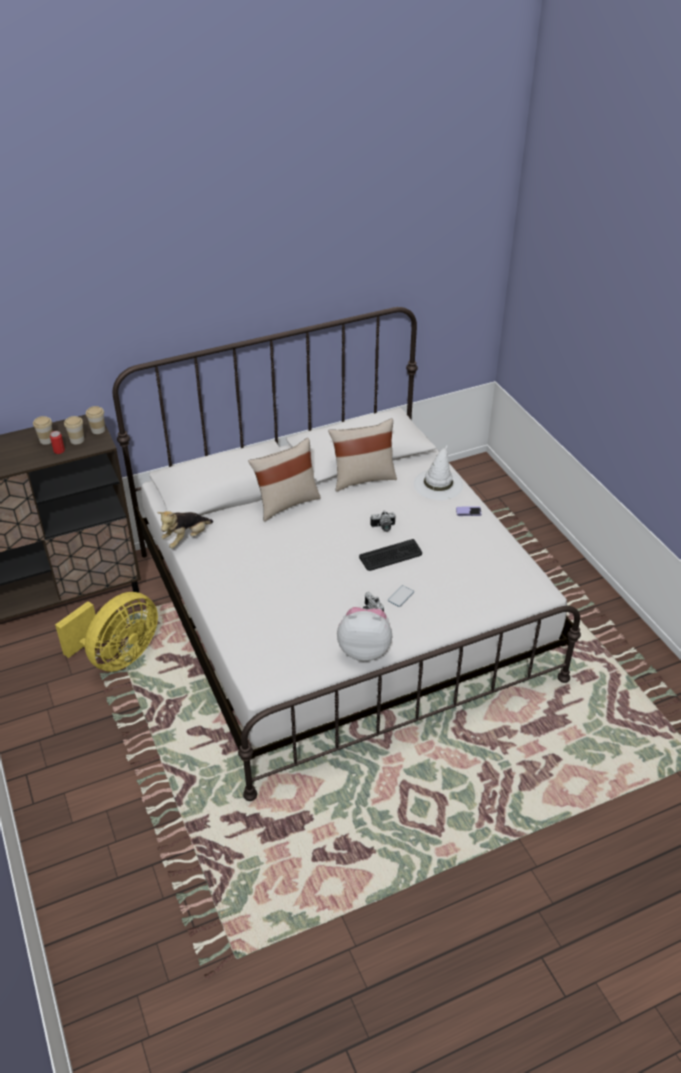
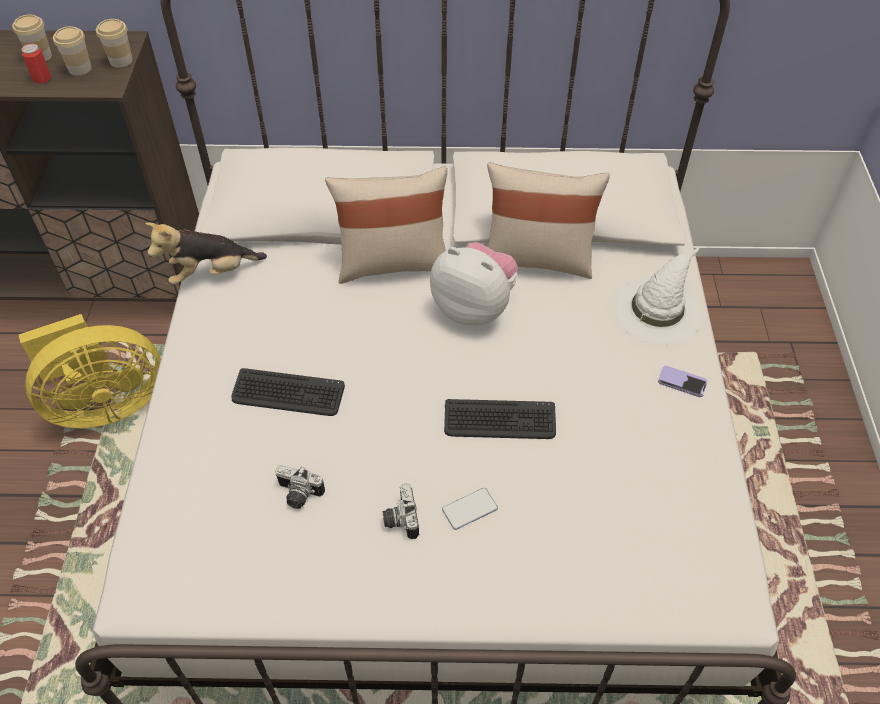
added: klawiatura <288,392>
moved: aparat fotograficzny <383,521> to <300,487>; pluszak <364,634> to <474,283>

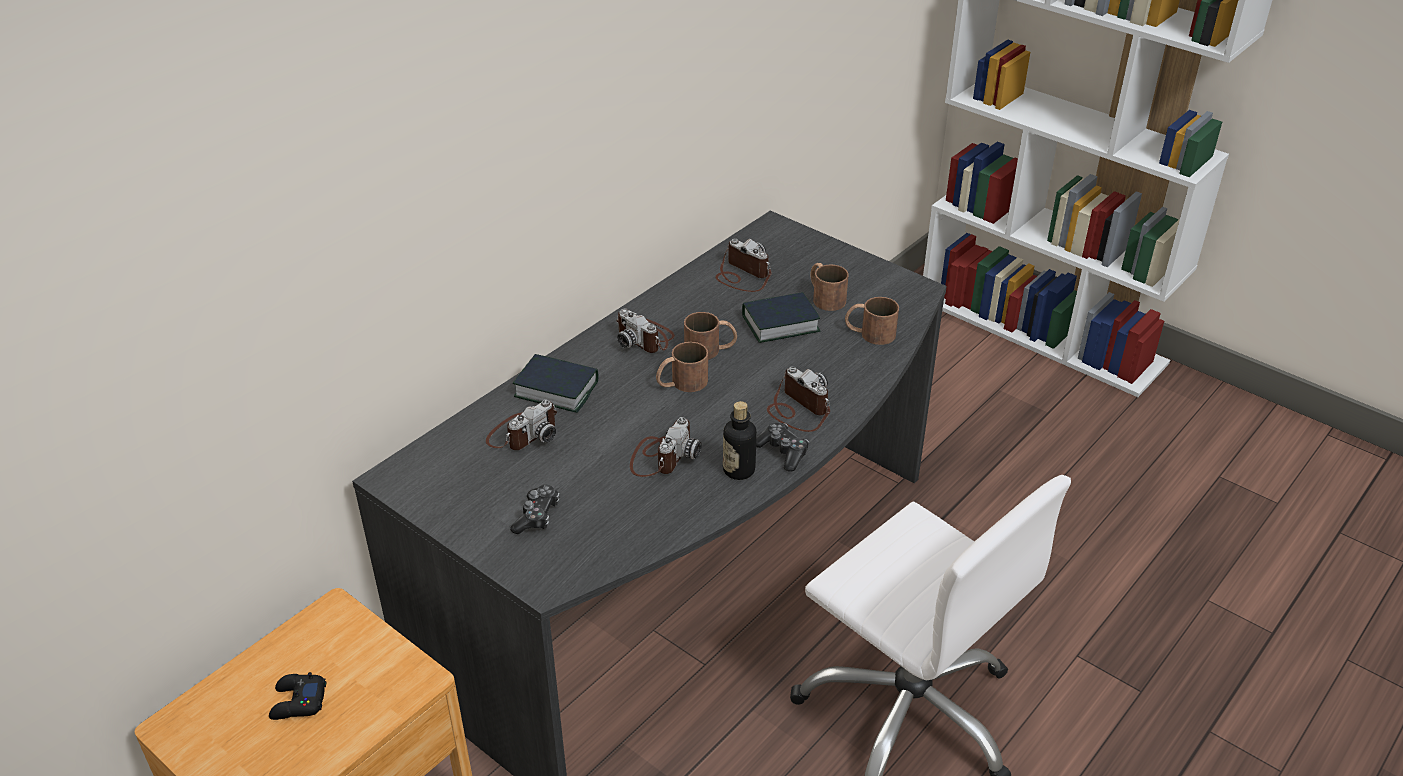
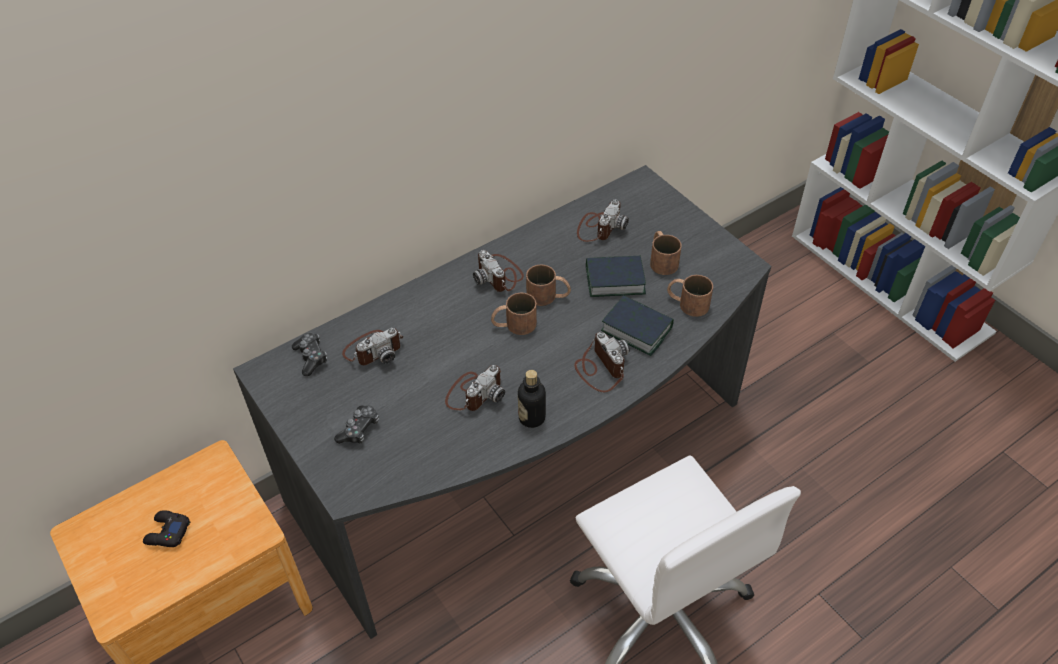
moved: książka <555,383> to <637,325>; pad do gier <782,447> to <309,354>
turned: aparat fotograficzny <743,265> = <603,221> 60 degrees clockwise

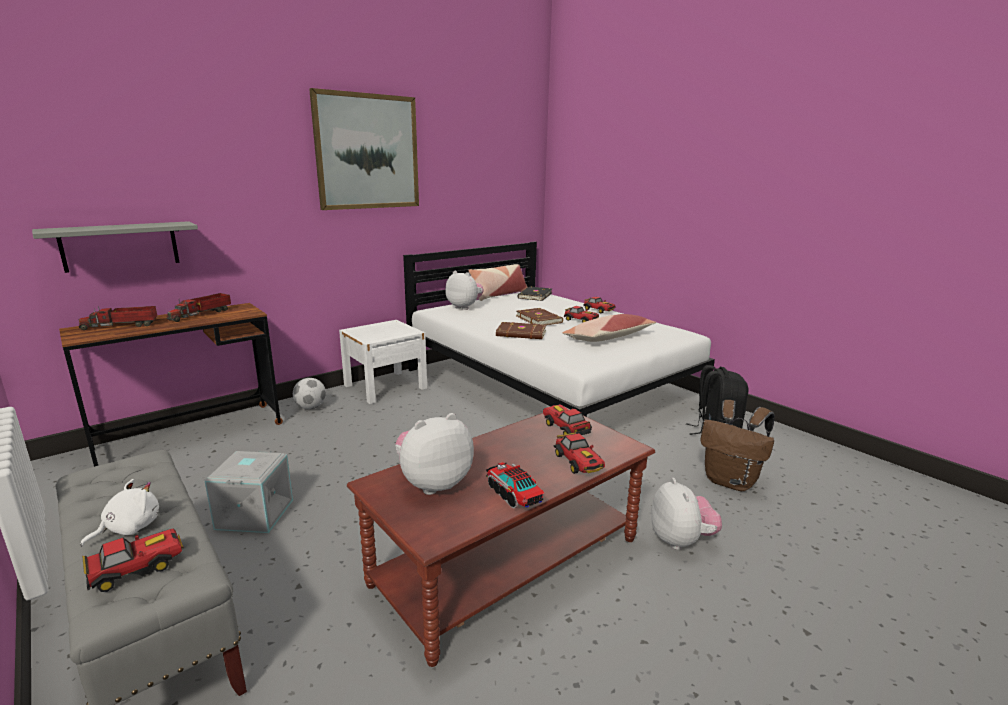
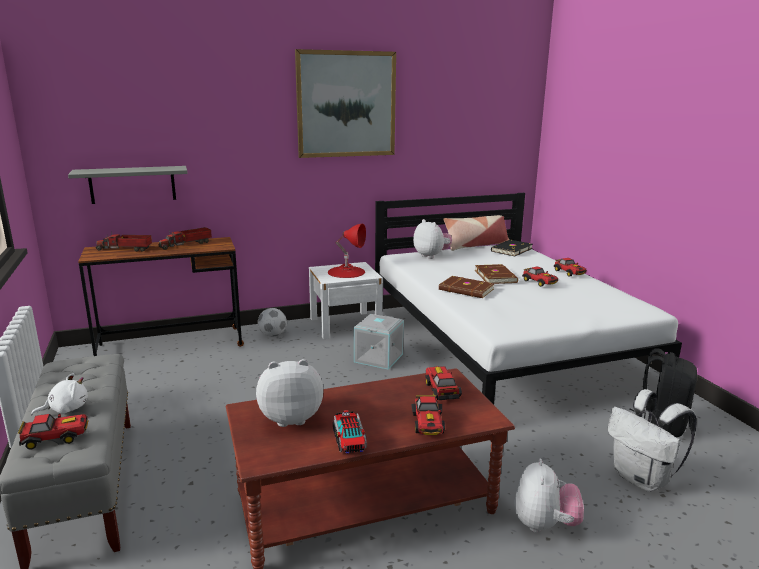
removed: poduszka <609,328>
added: lampa stołowa/czerwony <347,251>
moved: pojemnik do przechowywania/szary <249,491> to <379,342>
recoloured: plecak/brązowy <737,445> to plecak/biały <652,440>

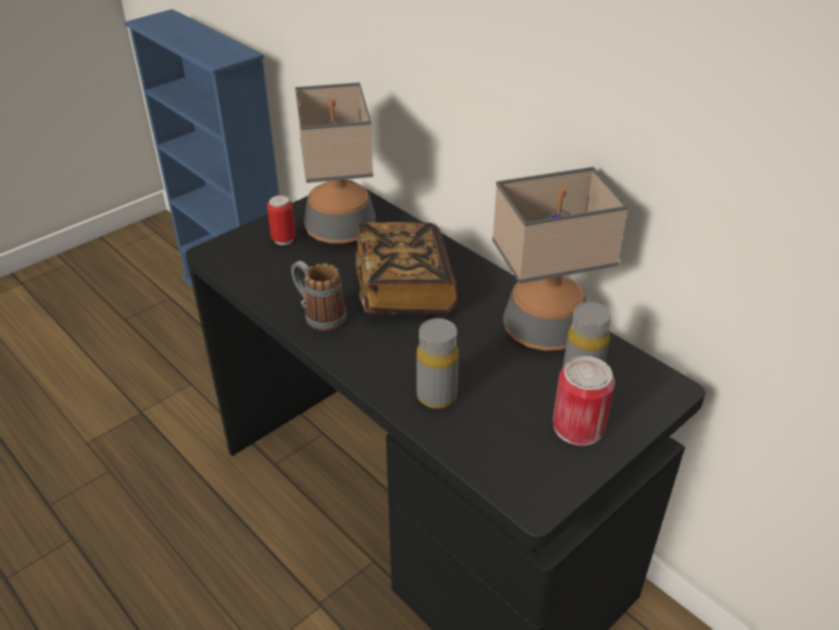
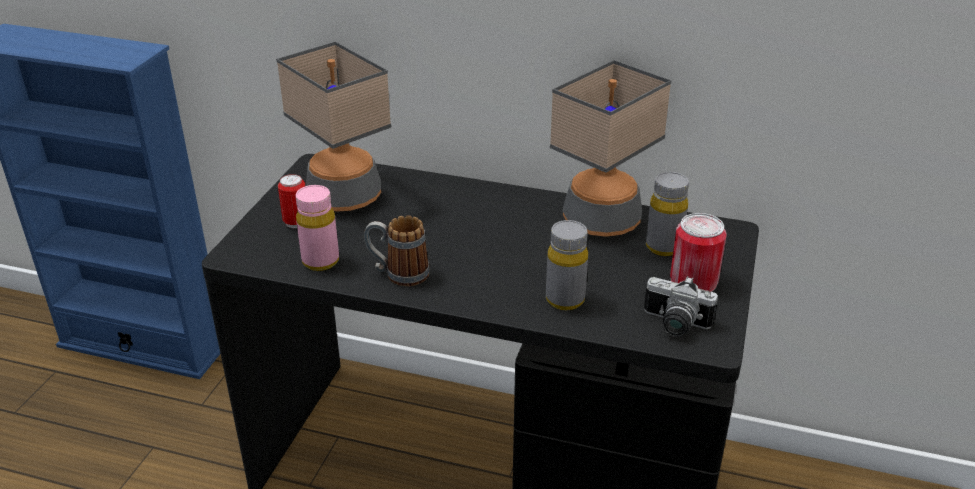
removed: książka <407,269>
added: butelka/różowy <317,228>; aparat fotograficzny <681,306>

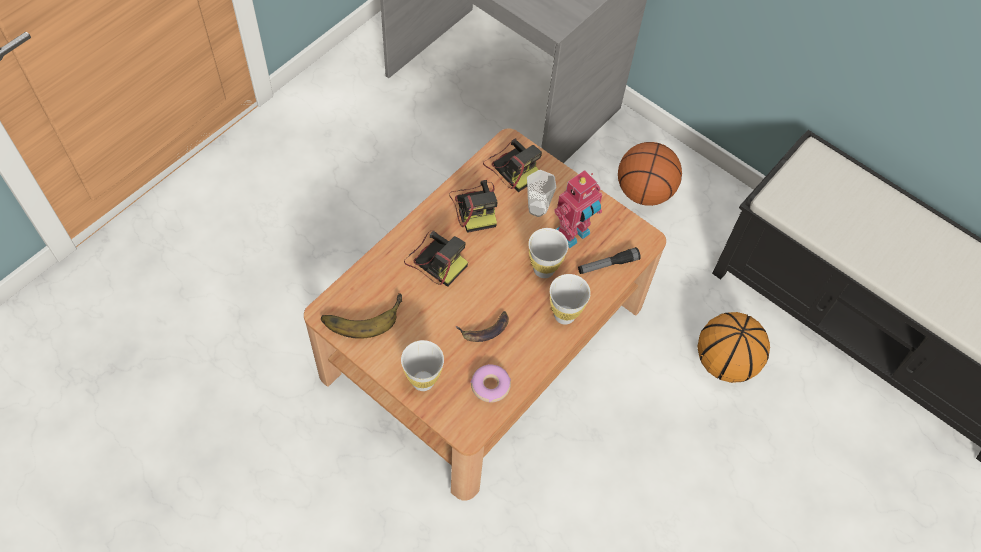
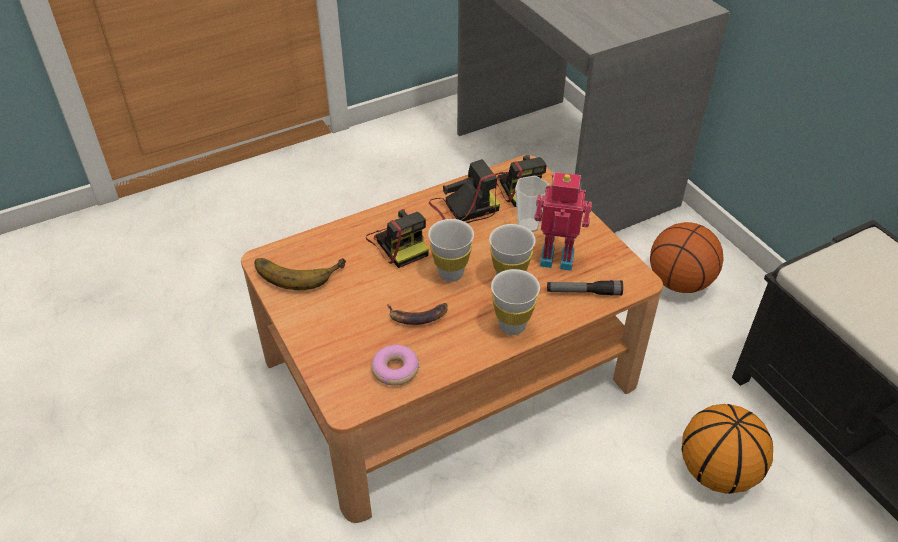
moved: filiżanka/biały <422,365> to <451,250>
turned: robot zabawkowy <578,209> = <563,221> 150 degrees counterclockwise; aparat fotograficzny <473,206> = <464,191> 120 degrees counterclockwise

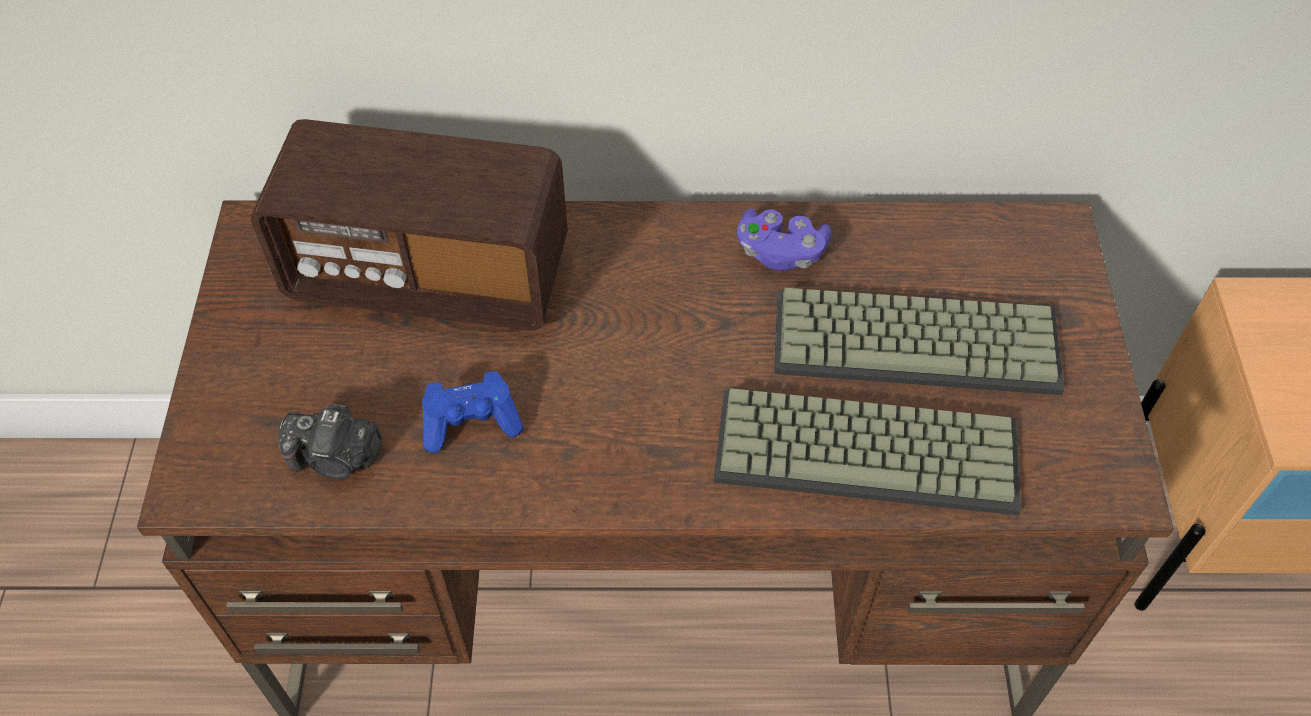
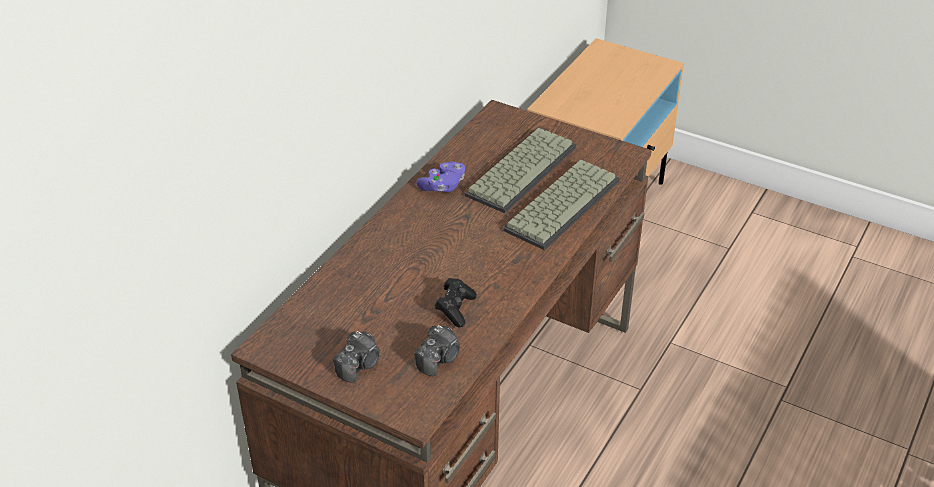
removed: radio <409,224>
added: aparat fotograficzny <356,357>
recoloured: pad do gier/niebieski <473,412> to pad do gier/czarny <456,302>

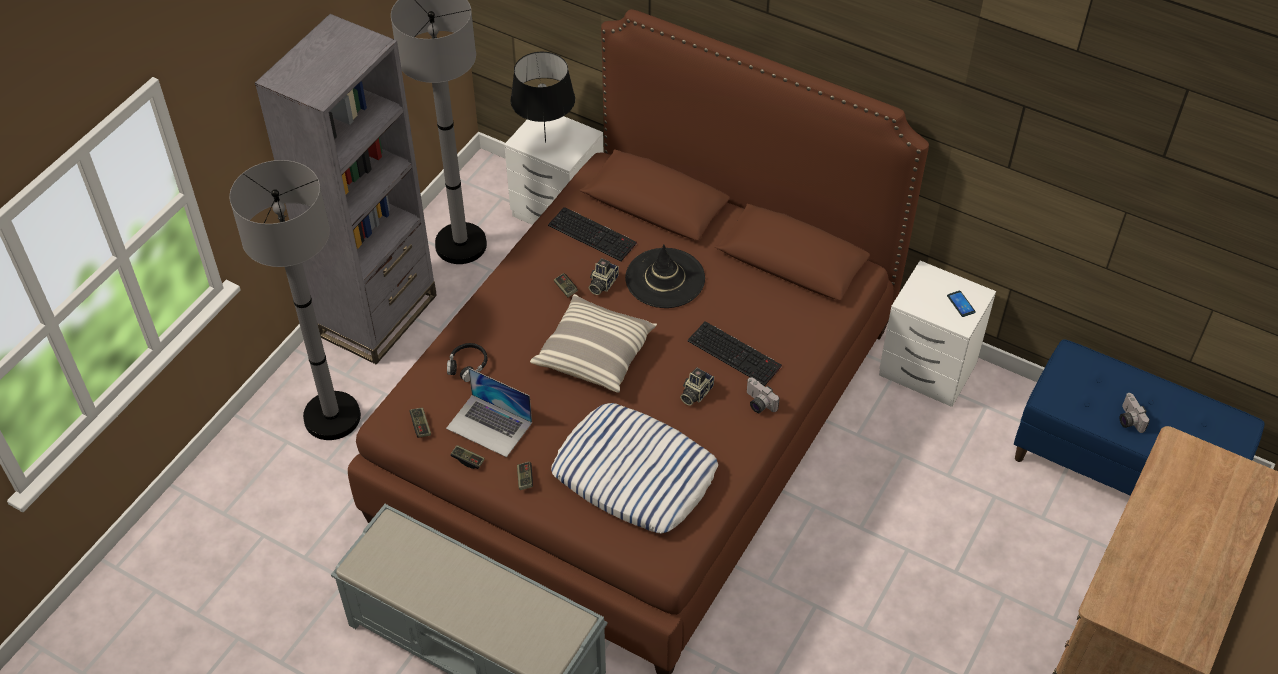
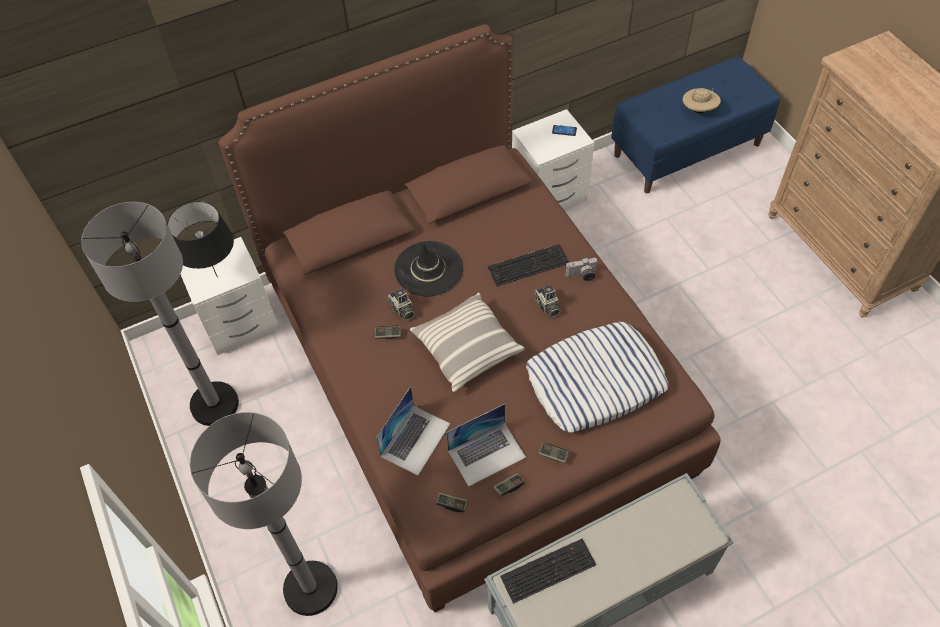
removed: regał/szary <346,189>
moved: klawiatura <592,234> to <548,571>
replaced: słuchawki/czarny <467,362> to laptop <413,431>; aparat fotograficzny <1135,413> to kapelusz/beżowy <702,100>

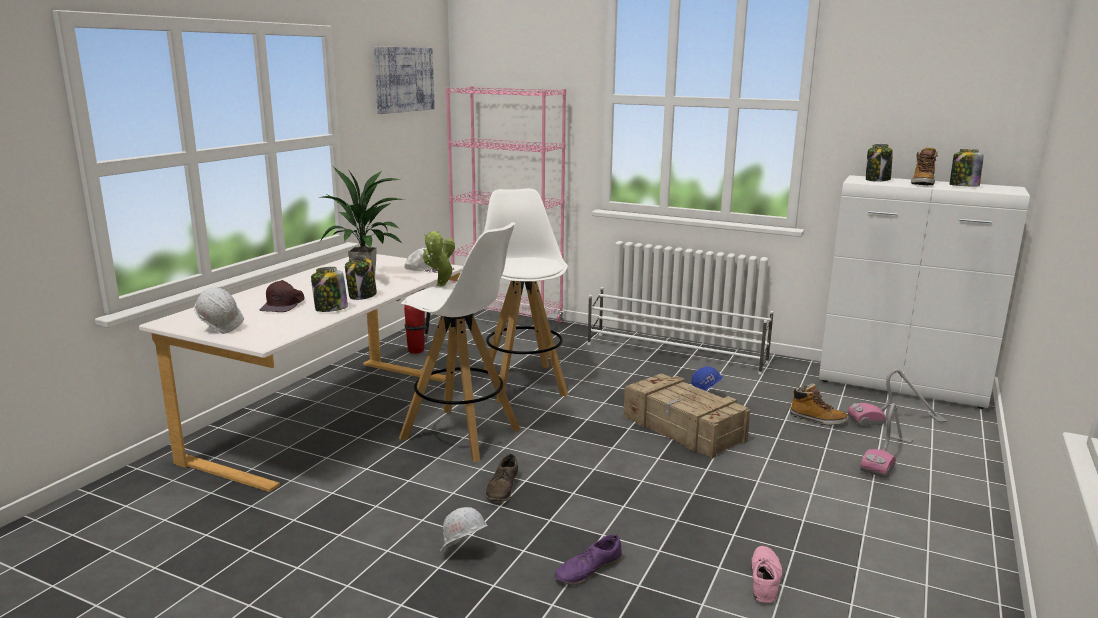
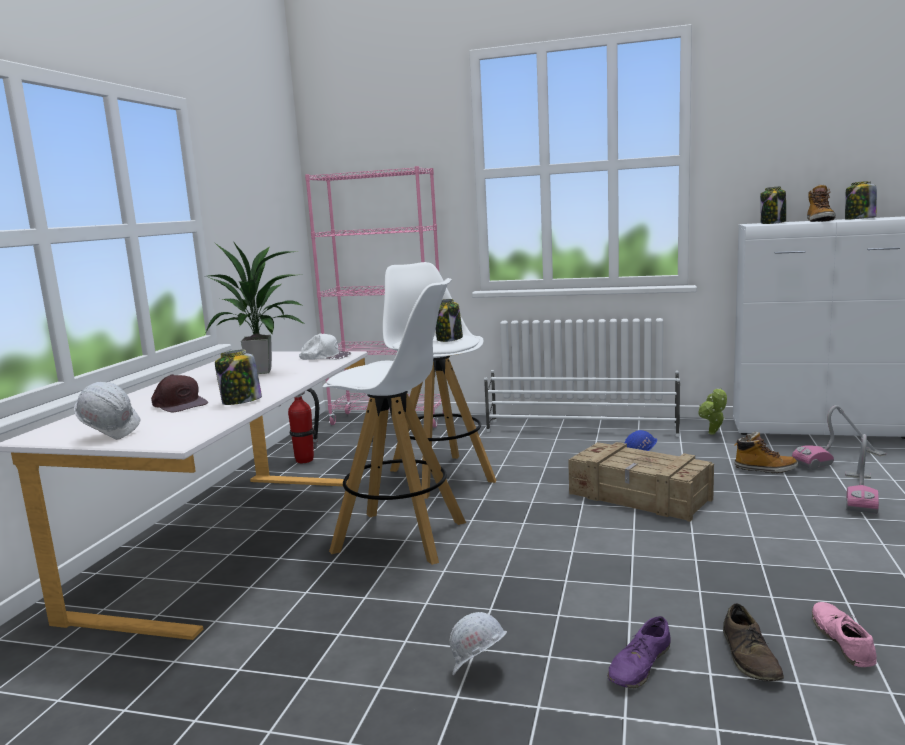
removed: obraz <404,80>
moved: roślina doniczkowa <439,258> to <712,411>; słoik <361,277> to <449,320>; but/brązowy <502,477> to <753,642>
turned: czapka z daszkiem/brązowy <282,296> = <179,393> 45 degrees counterclockwise

